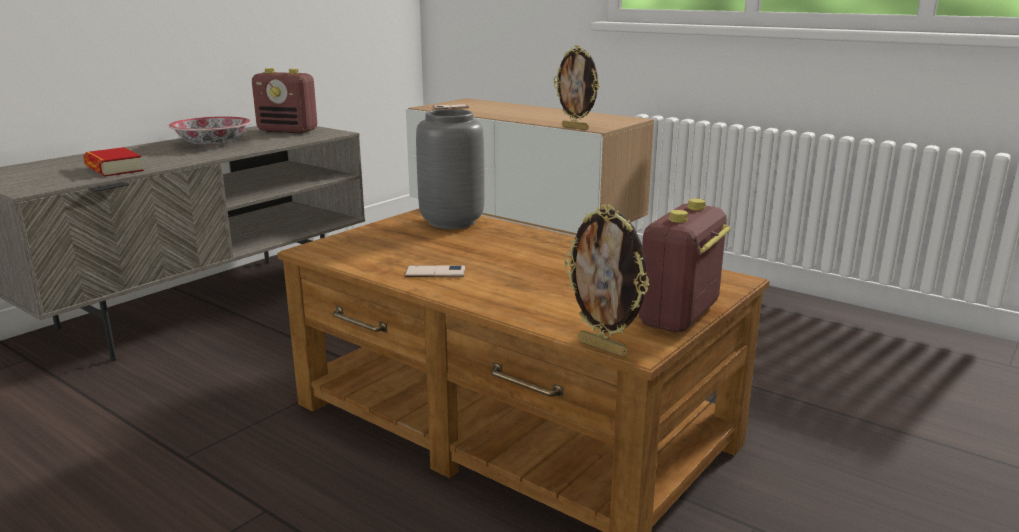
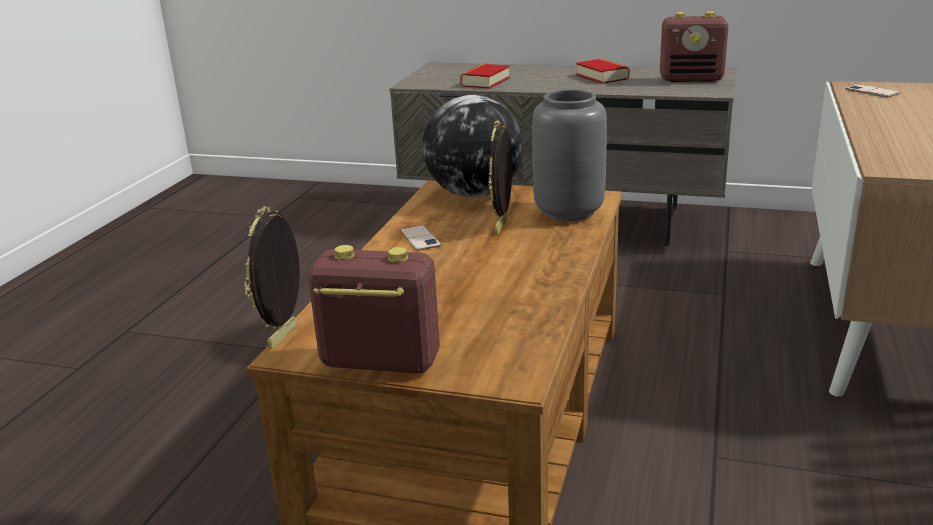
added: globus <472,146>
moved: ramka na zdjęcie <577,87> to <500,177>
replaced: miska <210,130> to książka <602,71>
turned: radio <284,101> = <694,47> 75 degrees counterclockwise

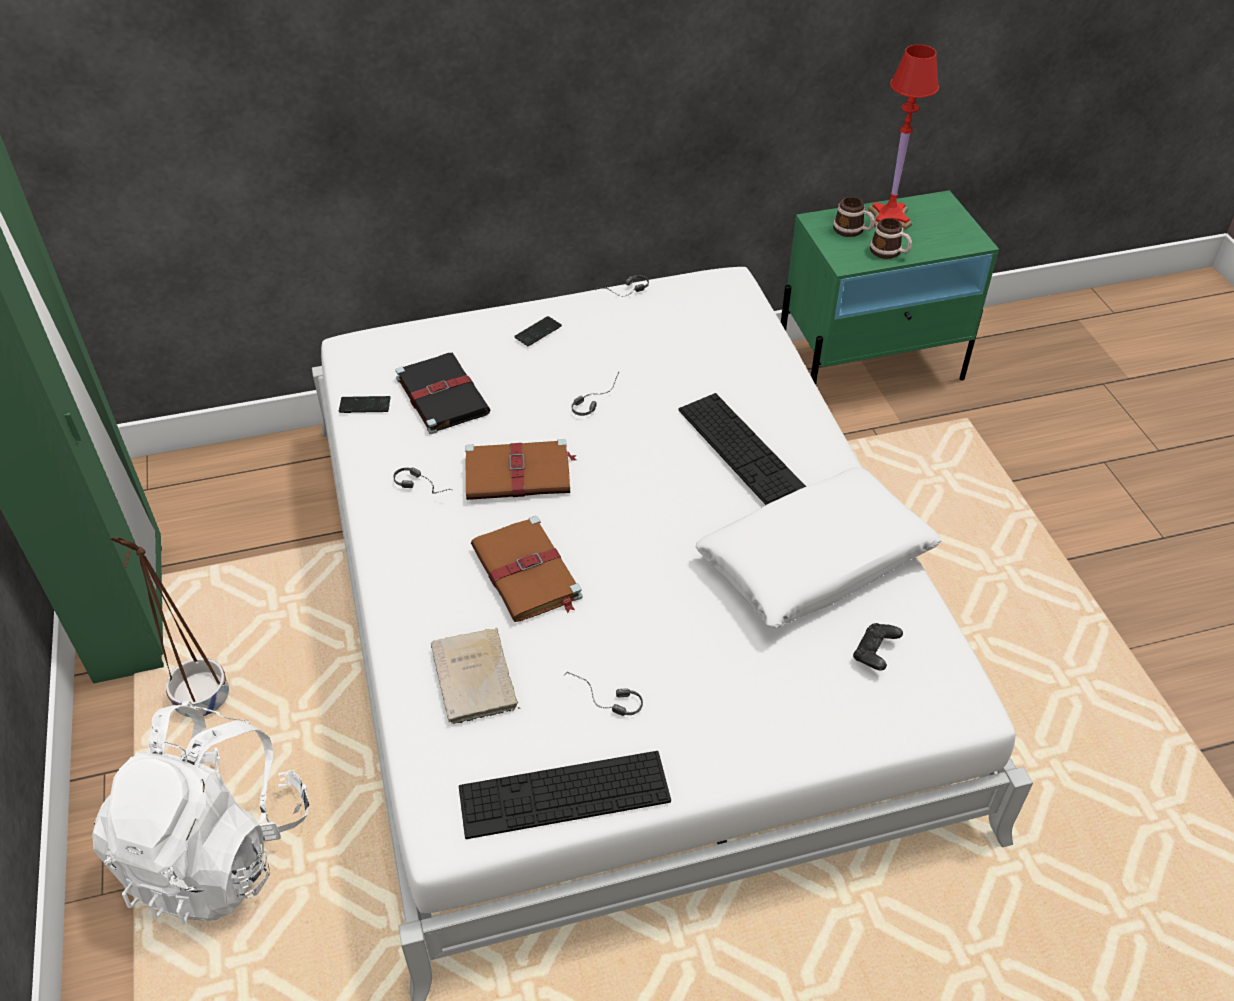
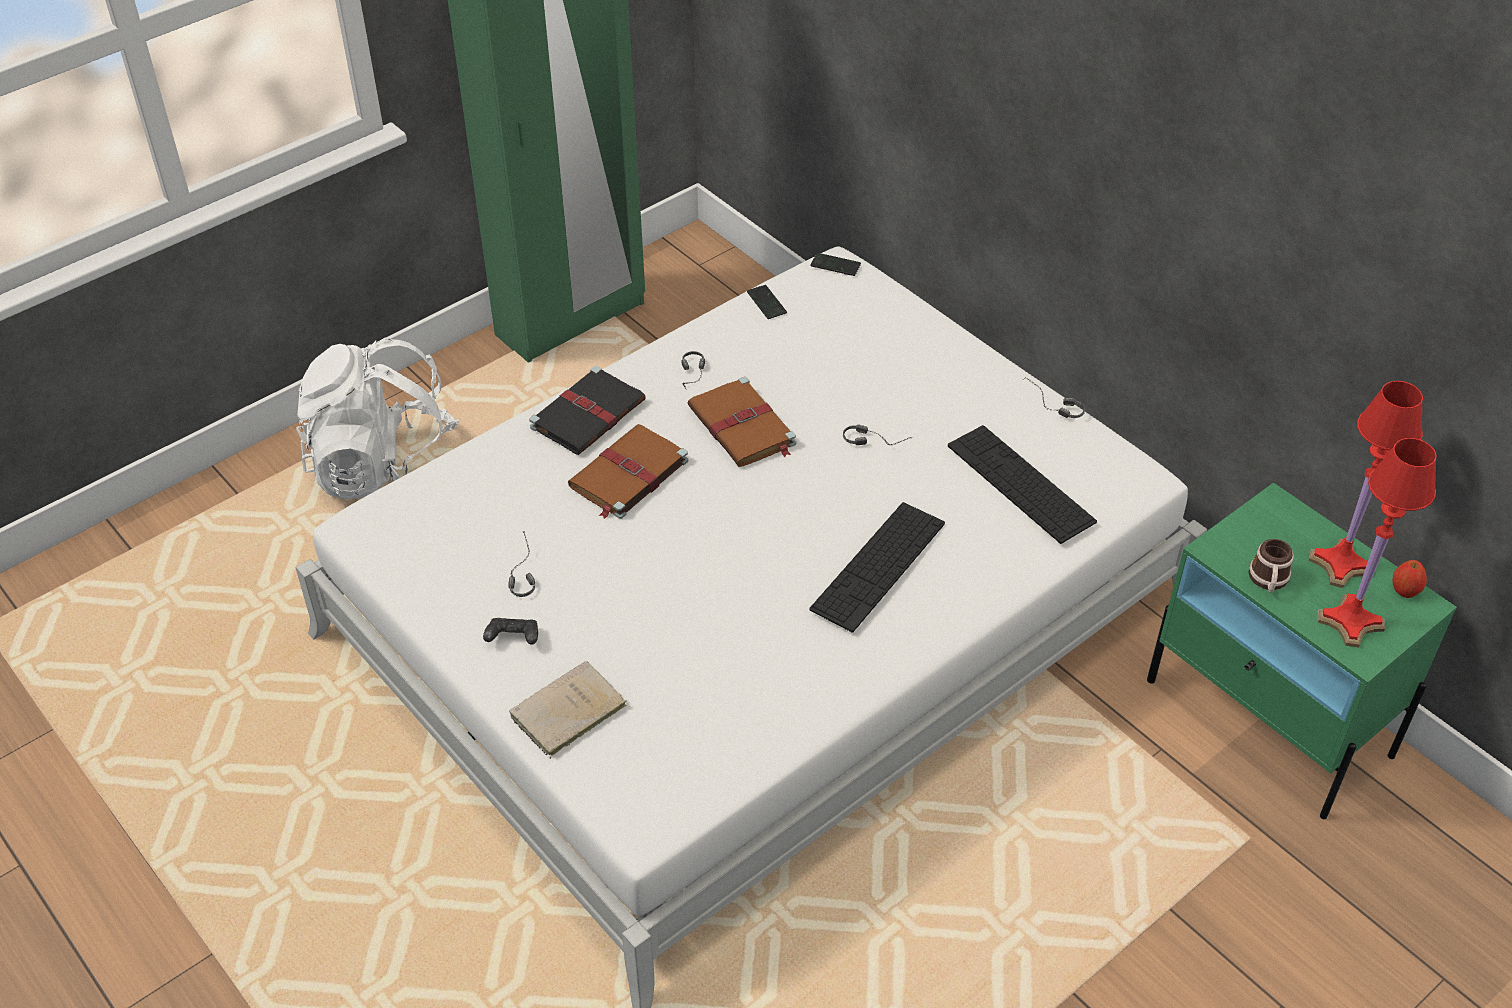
removed: kubek <854,217>; poduszka/biały <819,547>; donica/brązowy <169,627>
added: lampa stołowa/czerwony <1377,543>; jabłko <1409,579>
moved: telefon <538,331> to <835,264>; książka/czarny <442,393> to <587,410>; pad do gier/czarny <878,647> to <510,631>; książka/beżowy <475,676> to <568,710>; klawiatura <565,795> to <1022,484>

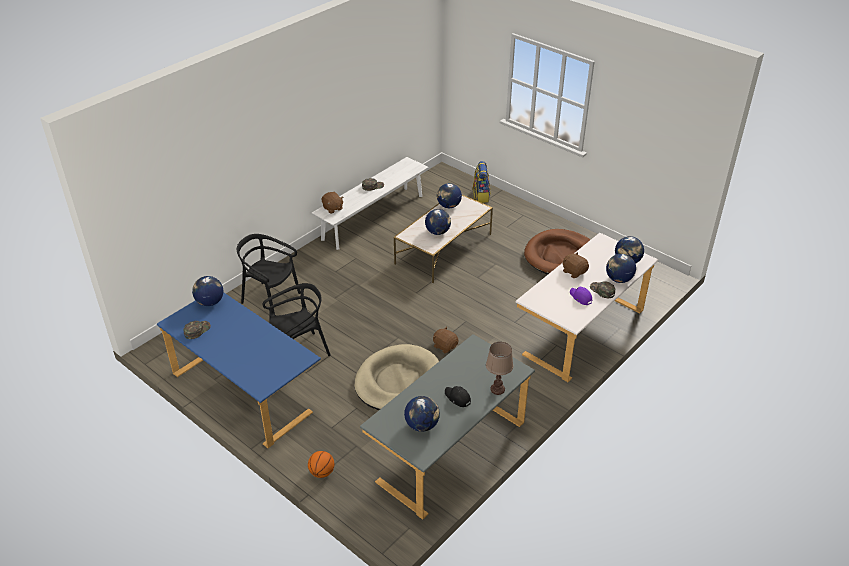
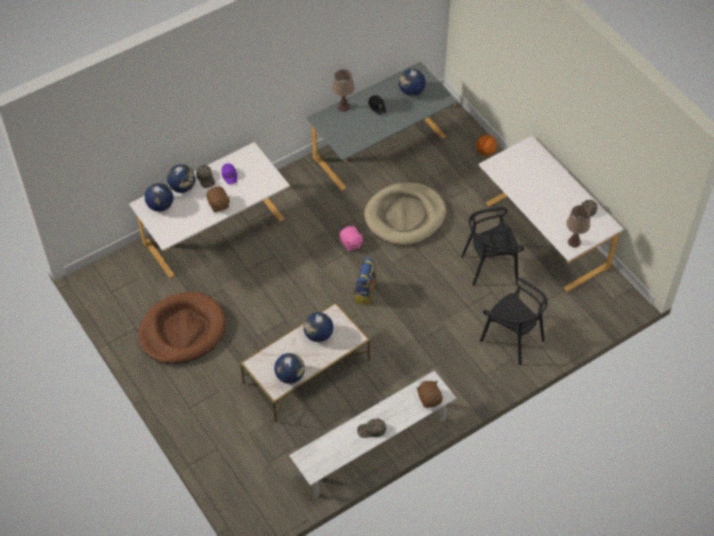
moved: plecak <481,182> to <365,281>
replaced: globus <207,291> to lampa stołowa/brązowy <578,226>
recoloured: biurko/niebieski <239,370> to biurko/biały <551,214>; pluszak/brązowy <446,340> to pluszak/różowy <351,238>

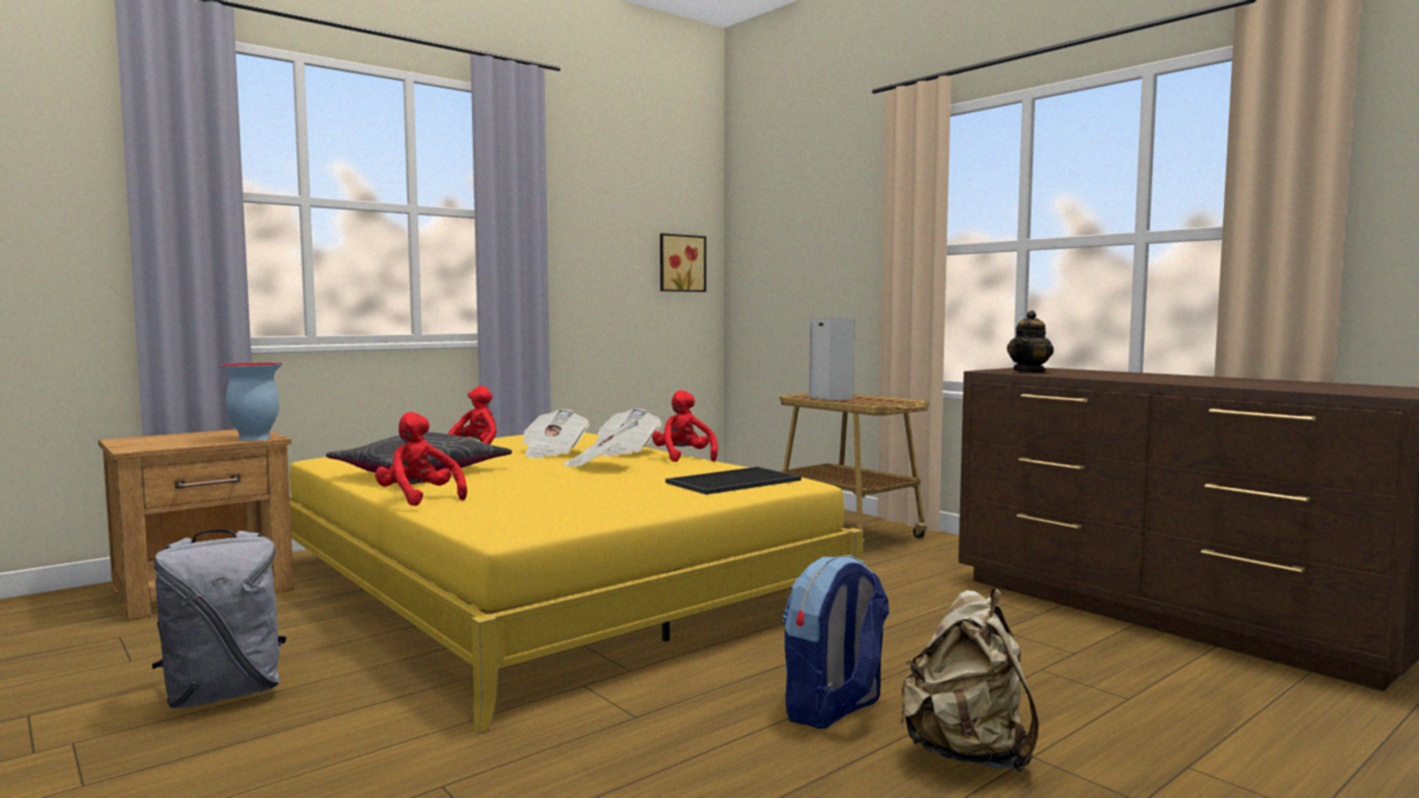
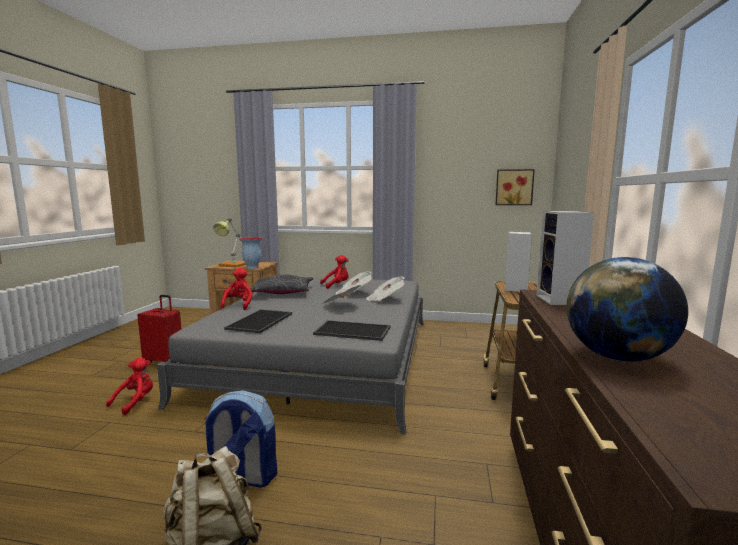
added: lampa stołowa <229,242>; globus <627,309>; taca <258,321>
moved: pluszak/czerwony <685,426> to <129,386>
replaced: imbryk <1030,341> to głośnik <565,258>; plecak/szary <219,618> to walizka/czerwony <159,328>
recoloured: łóżko/żółty <576,583> to łóżko/szary <290,356>

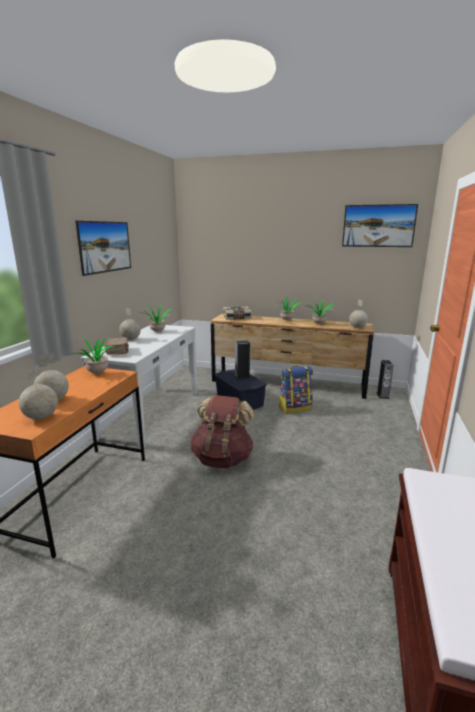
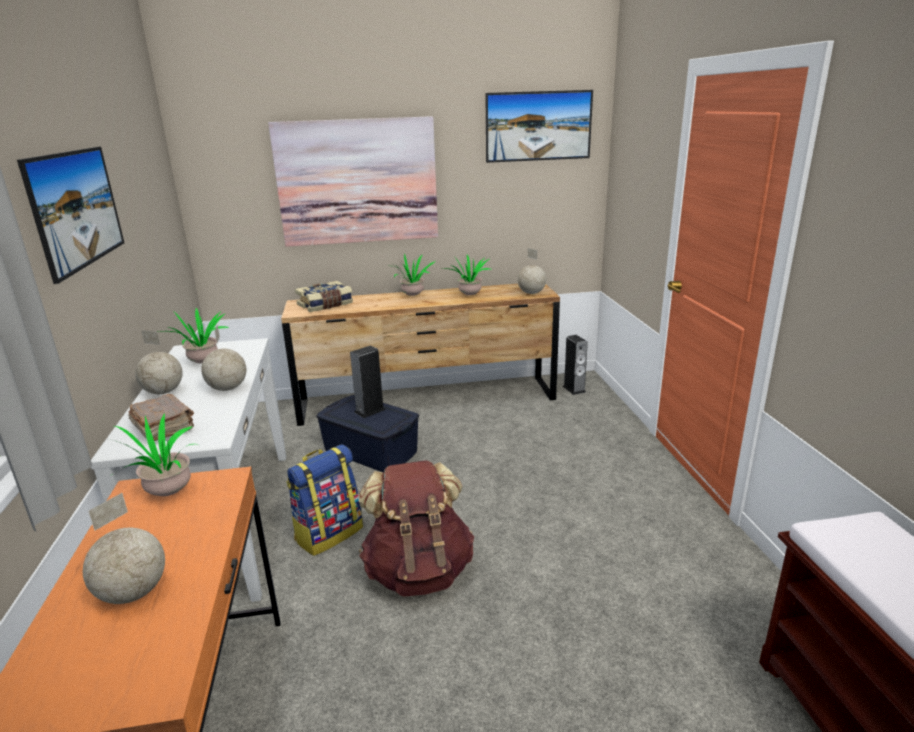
added: obraz <353,181>
moved: globus <38,392> to <223,358>; plecak <296,390> to <324,500>

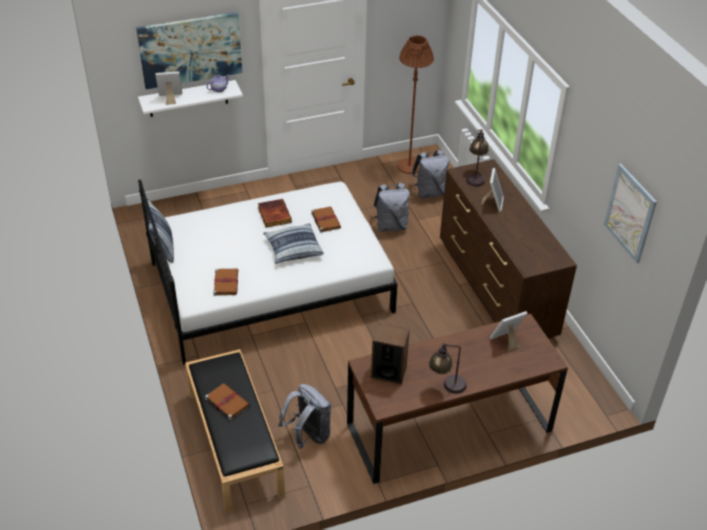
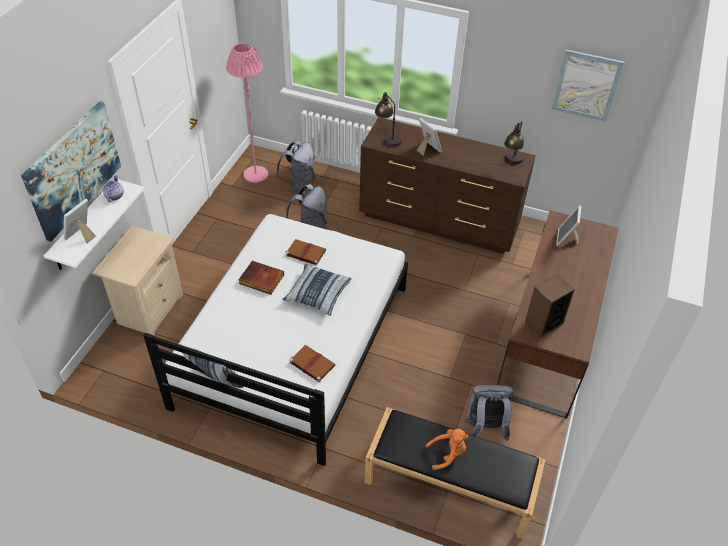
added: szafka nocna/beżowy <137,280>
moved: lampa stołowa <448,368> to <514,142>
replaced: książka/brązowy <227,401> to pluszak/pomarańczowy <447,449>
recoloured: lampa stojąca/brązowy <415,104> to lampa stojąca/różowy <247,113>

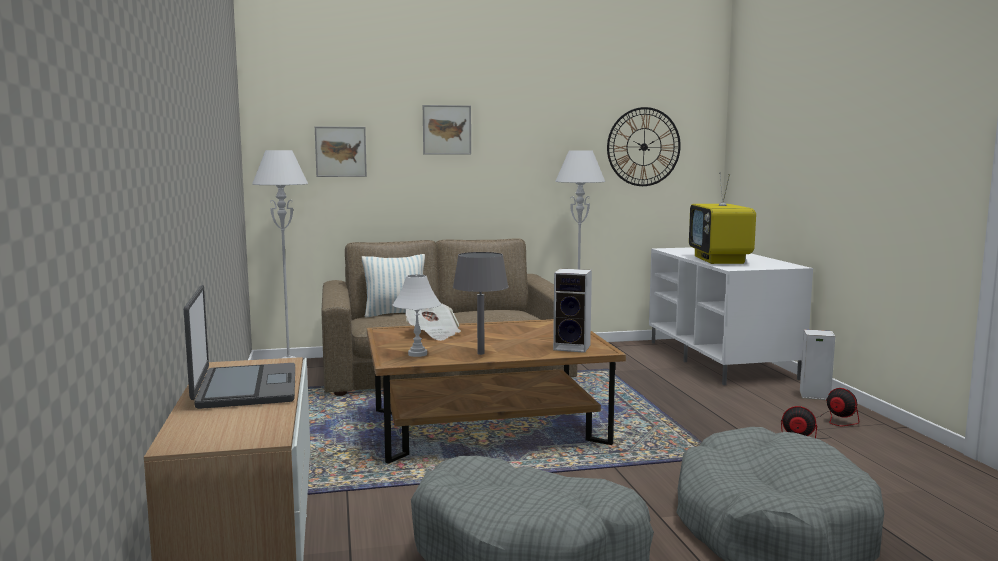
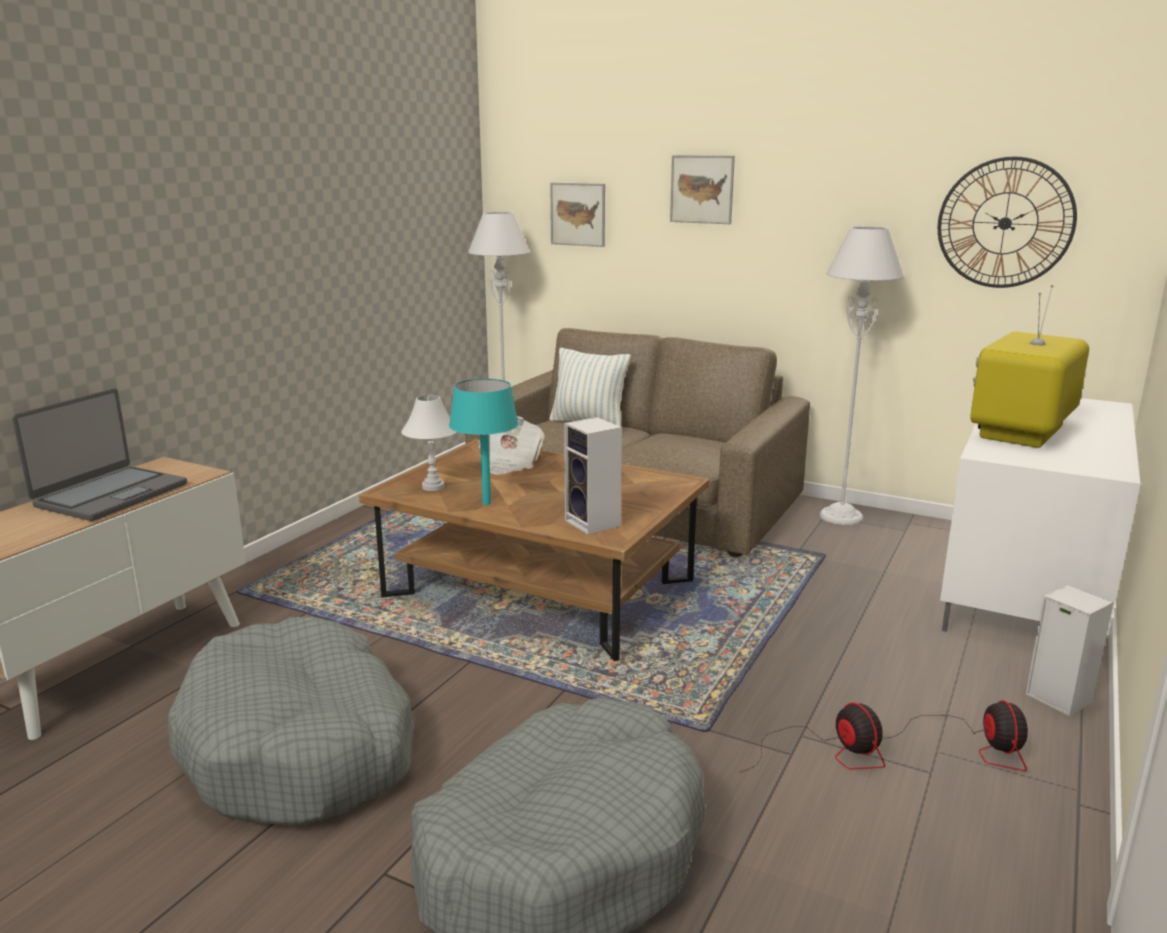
recoloured: lampa stołowa/szary <480,303> to lampa stołowa/turkusowy <484,442>

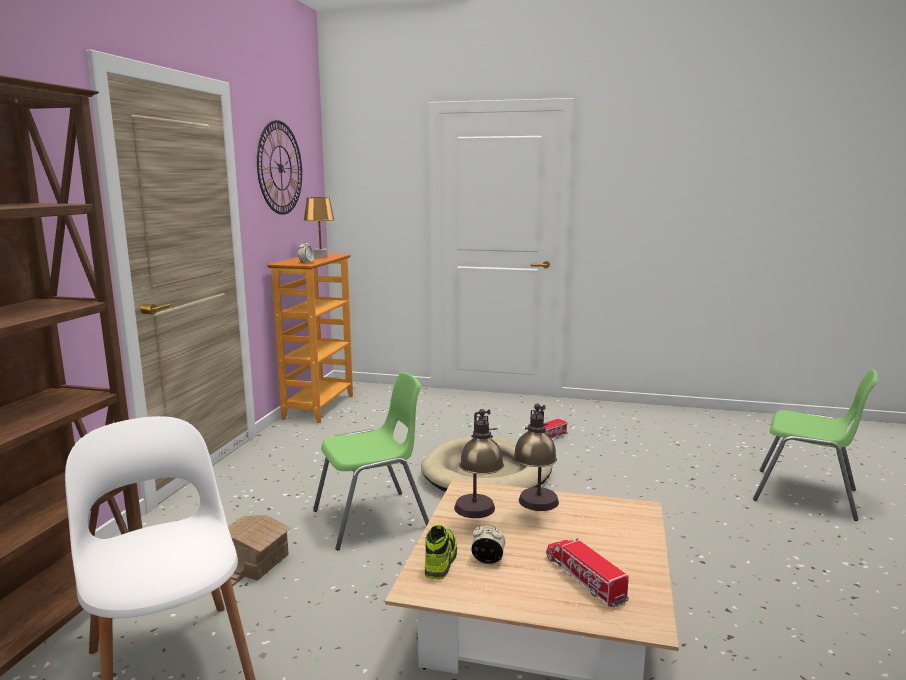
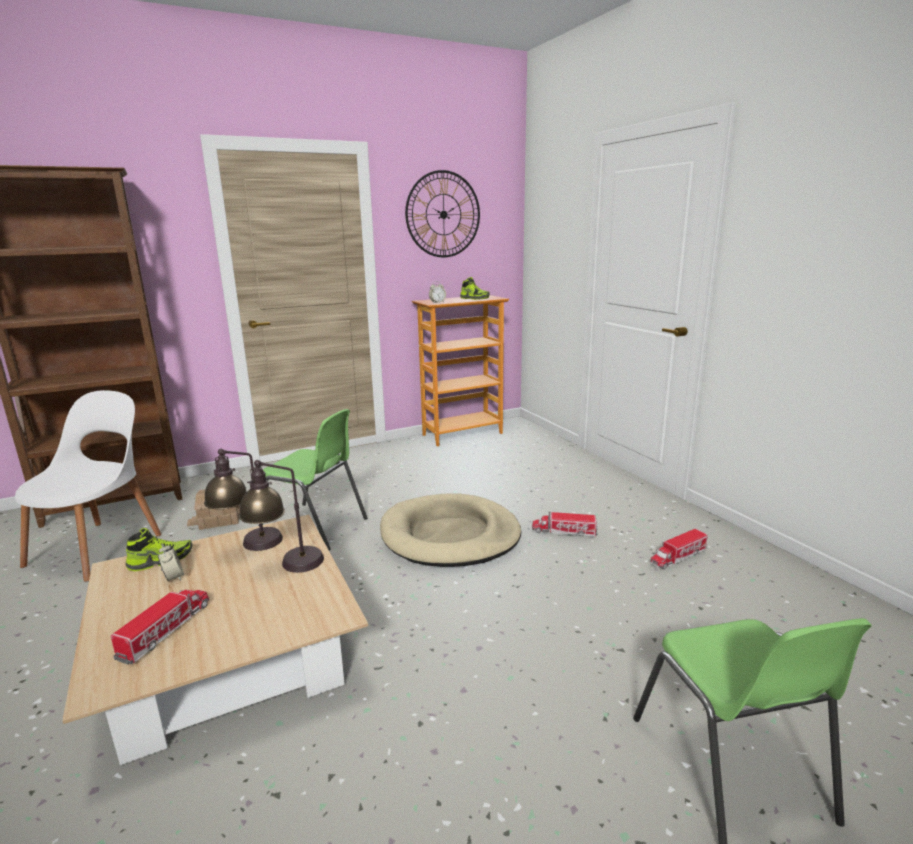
added: ciężarówka zabawkowa <679,549>
replaced: lampa stołowa/brązowy <319,227> to but <475,288>

